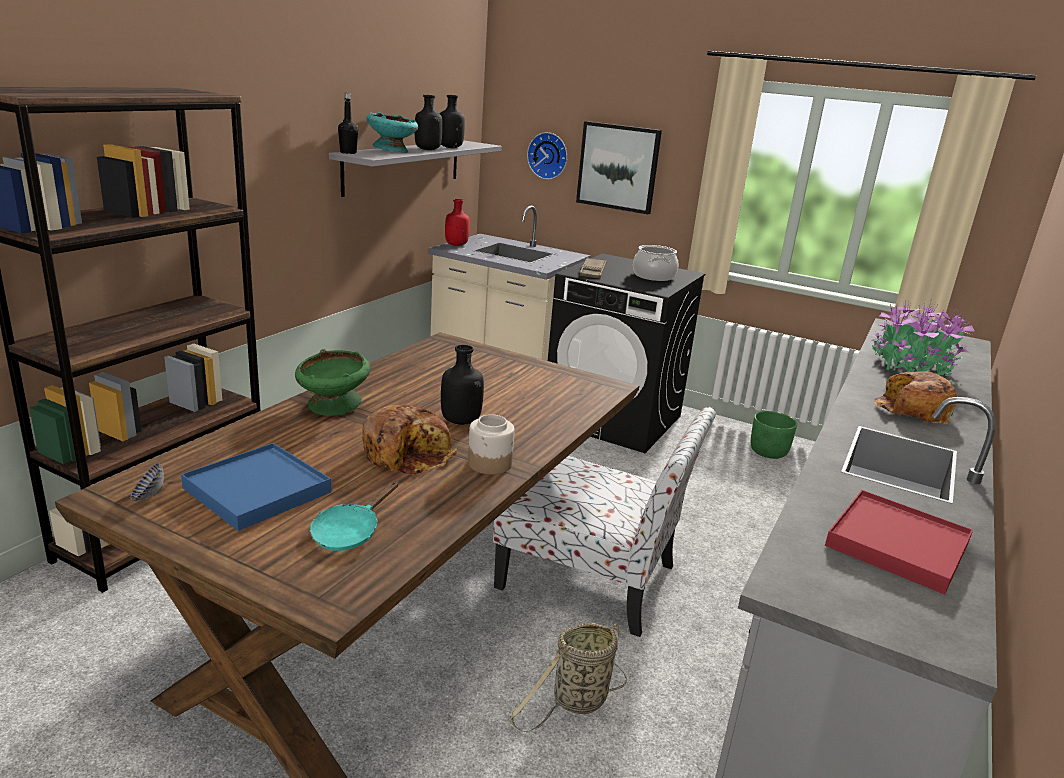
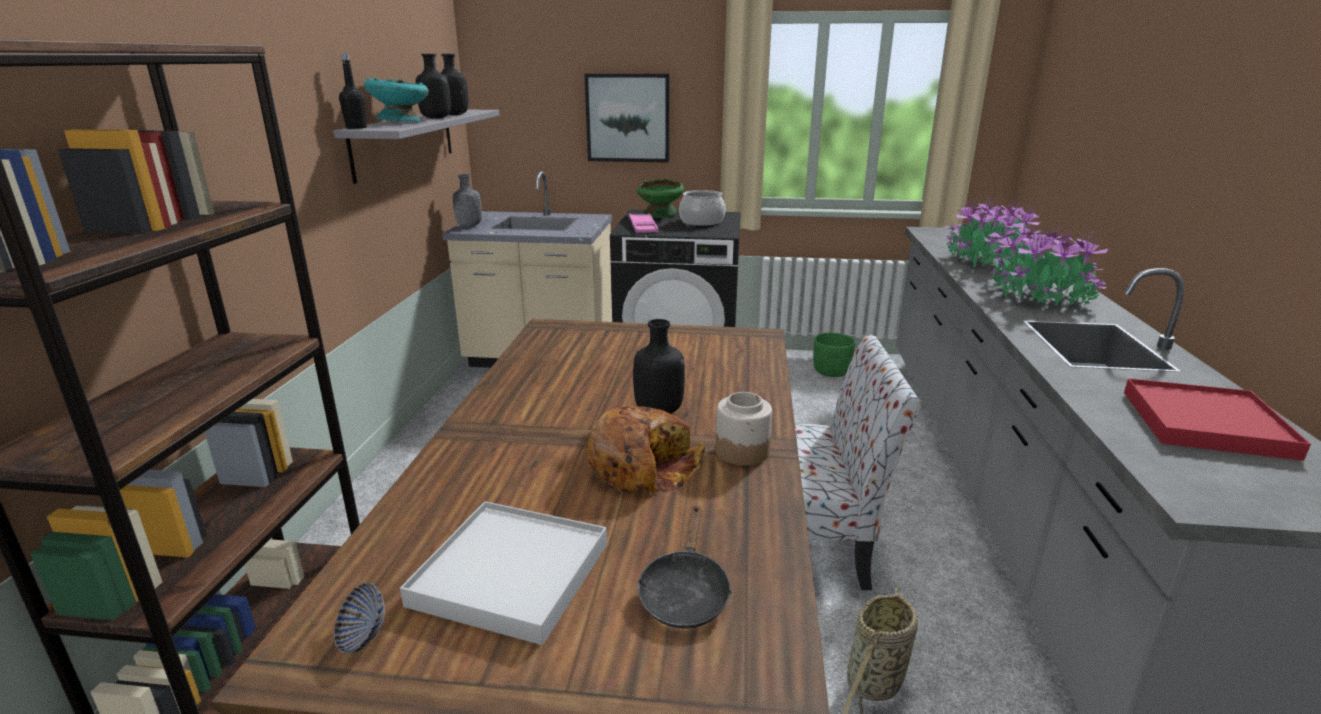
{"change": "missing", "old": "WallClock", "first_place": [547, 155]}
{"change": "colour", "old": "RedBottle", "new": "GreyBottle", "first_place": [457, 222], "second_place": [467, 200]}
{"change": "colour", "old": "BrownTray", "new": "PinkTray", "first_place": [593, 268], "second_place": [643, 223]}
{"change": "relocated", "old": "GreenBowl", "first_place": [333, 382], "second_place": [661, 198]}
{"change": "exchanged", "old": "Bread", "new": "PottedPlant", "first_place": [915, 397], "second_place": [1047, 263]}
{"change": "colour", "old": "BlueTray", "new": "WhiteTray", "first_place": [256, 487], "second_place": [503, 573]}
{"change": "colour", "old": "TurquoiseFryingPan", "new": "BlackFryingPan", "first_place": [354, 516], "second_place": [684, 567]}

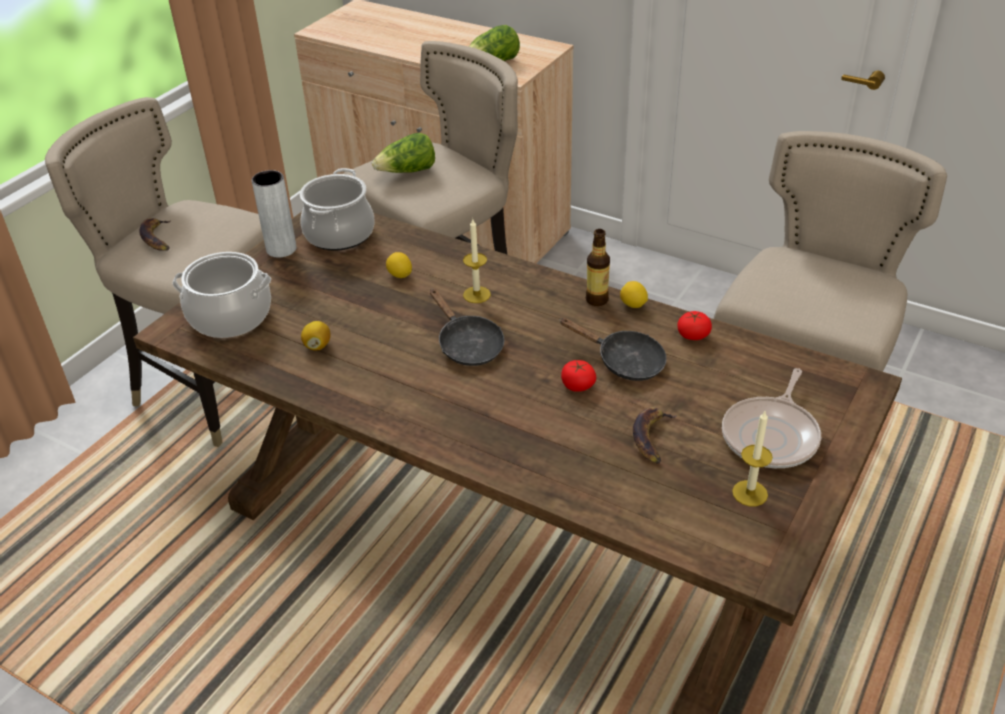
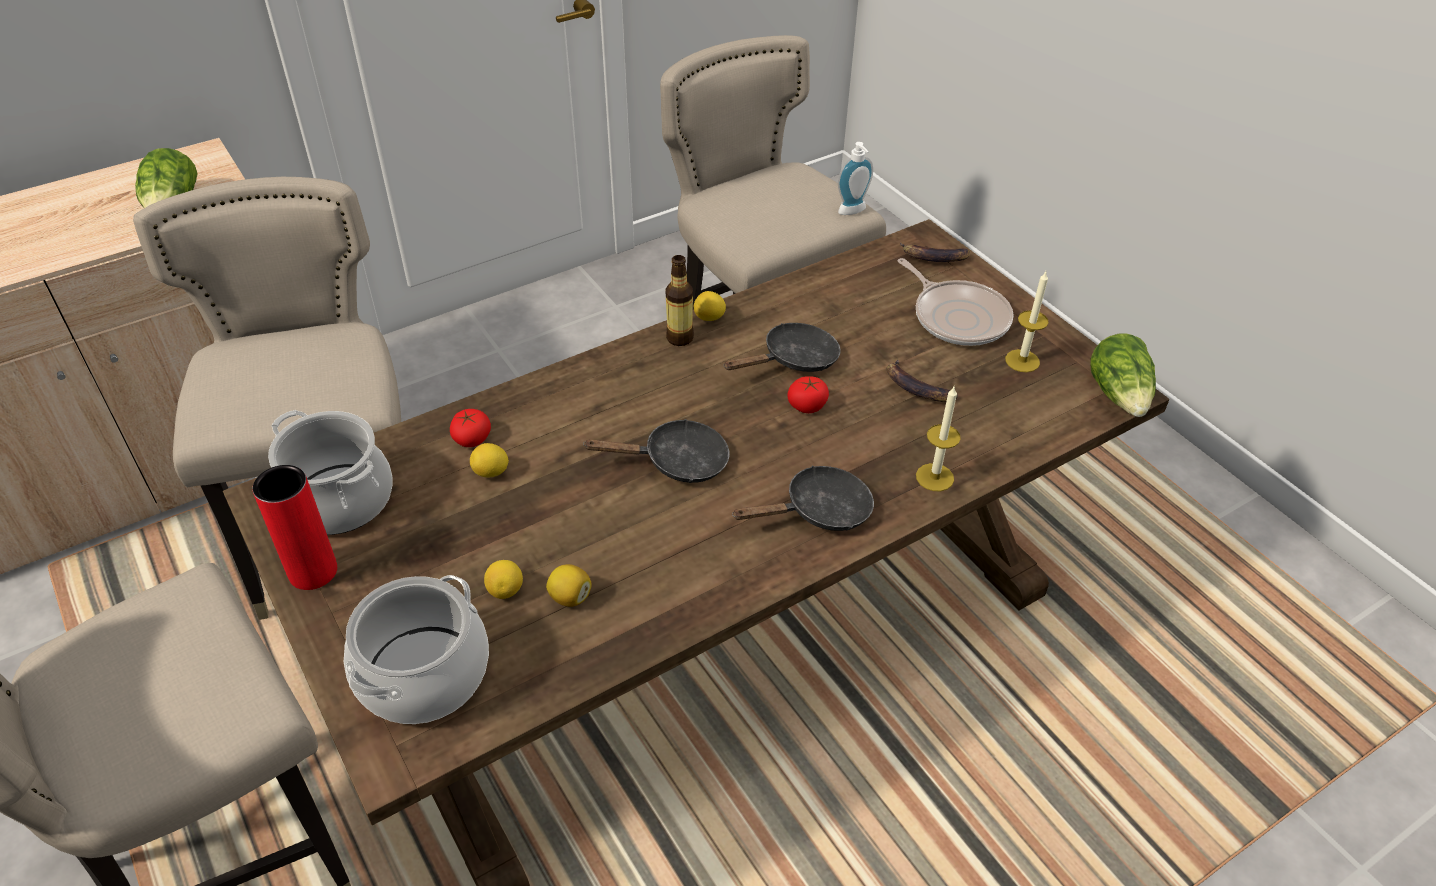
{"change": "relocated", "old": "Lettuce", "first_place": [403, 153], "second_place": [1123, 375]}
{"change": "colour", "old": "GreyVase", "new": "RedVase", "first_place": [274, 214], "second_place": [294, 527]}
{"change": "relocated", "old": "Banana", "first_place": [155, 234], "second_place": [935, 252]}
{"change": "relocated", "old": "Candle", "first_place": [477, 261], "second_place": [938, 439]}
{"change": "relocated", "old": "Tomato", "first_place": [694, 325], "second_place": [470, 428]}
{"change": "appeared", "new": "SoapDispenser", "second_place": [855, 178]}
{"change": "appeared", "new": "BlackFryingPan", "second_place": [803, 498]}
{"change": "appeared", "new": "Lemon", "second_place": [503, 579]}

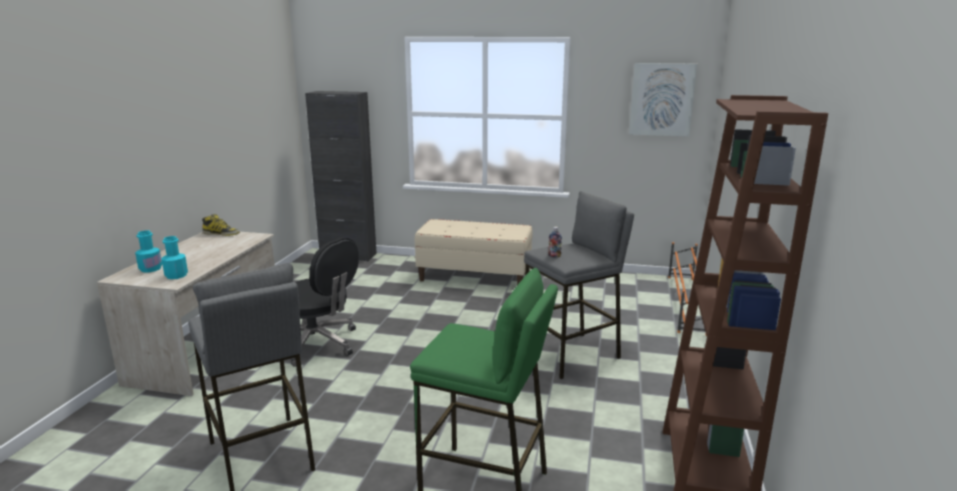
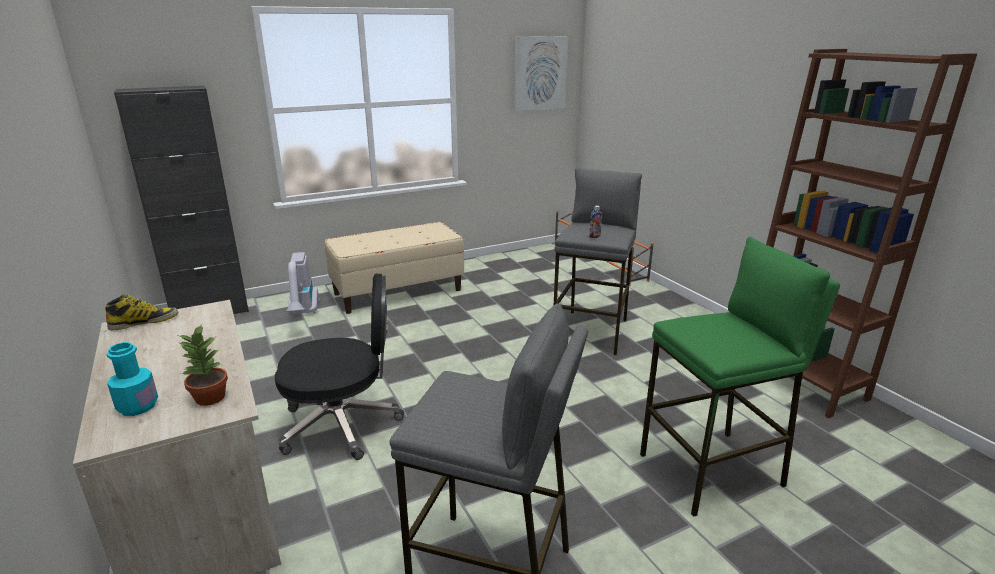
{"change": "exchanged", "old": "TurquoiseBottle", "new": "PottedPlant", "first_place": [174, 257], "second_place": [203, 365]}
{"change": "appeared", "new": "VacuumCleaner", "second_place": [302, 283]}

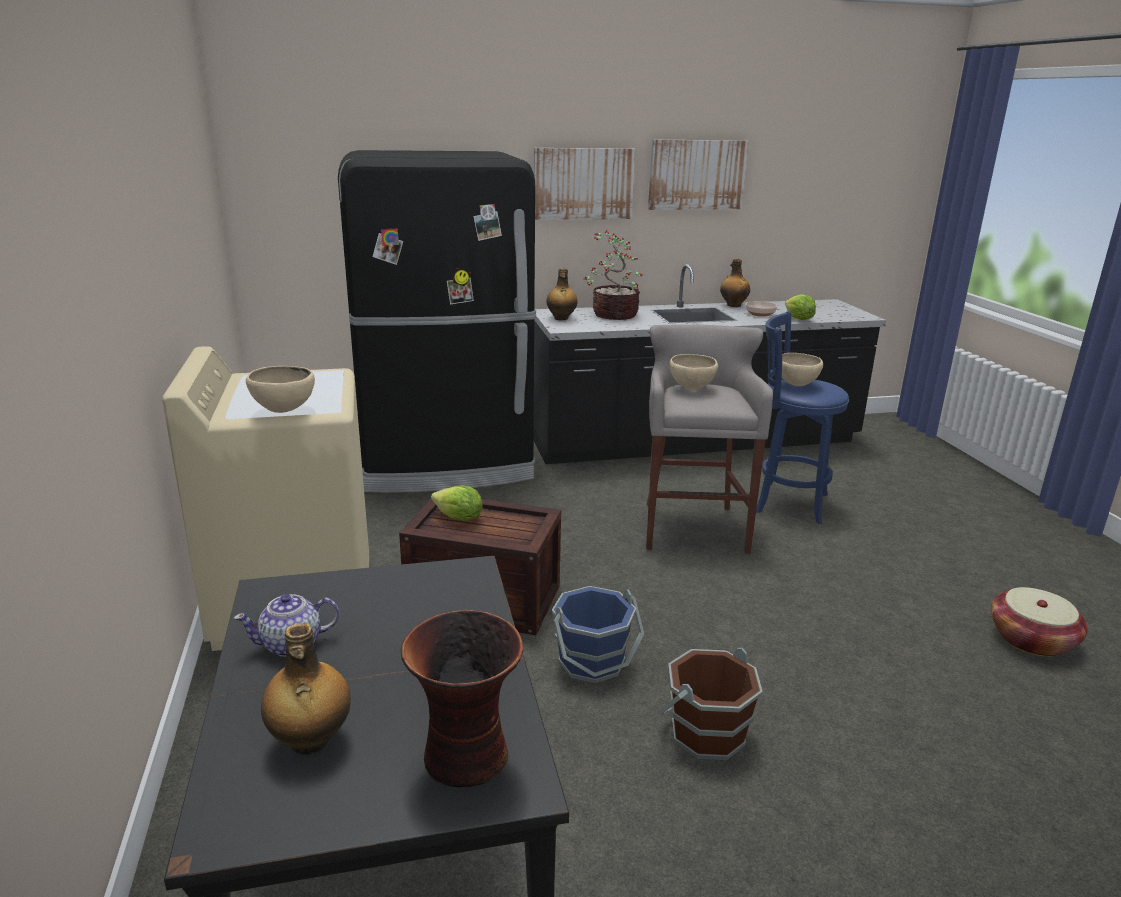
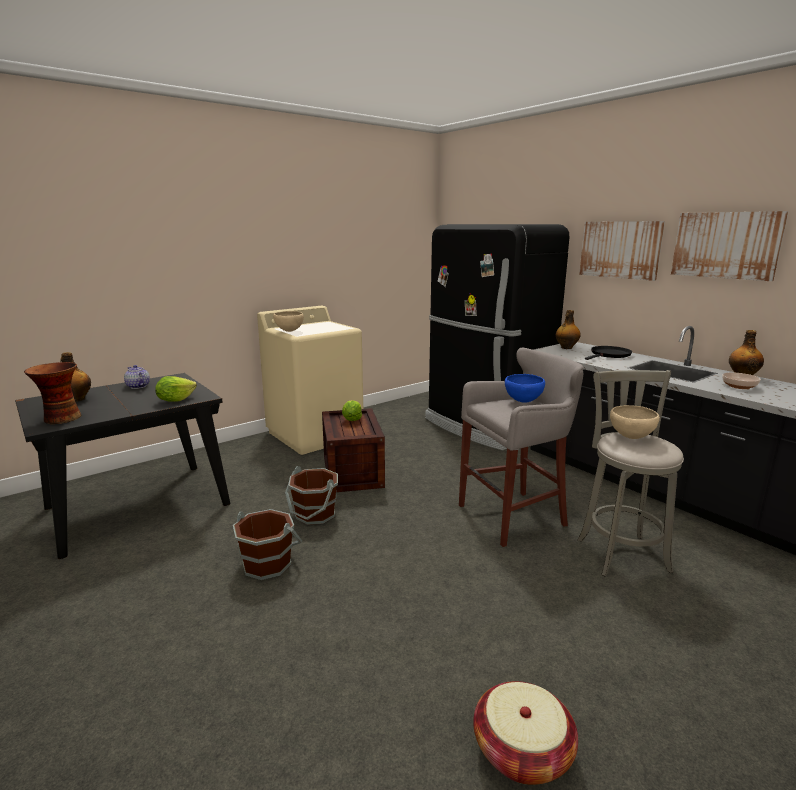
{"change": "exchanged", "old": "PottedPlant", "new": "BlackFryingPan", "first_place": [613, 275], "second_place": [608, 353]}
{"change": "relocated", "old": "Lettuce", "first_place": [800, 307], "second_place": [176, 389]}
{"change": "colour", "old": "BlueStool", "new": "GreyStool", "first_place": [802, 417], "second_place": [630, 473]}
{"change": "colour", "old": "BeigeBowl", "new": "BlueBowl", "first_place": [694, 372], "second_place": [525, 388]}
{"change": "colour", "old": "BlueBucket", "new": "BrownBucket", "first_place": [598, 634], "second_place": [311, 495]}

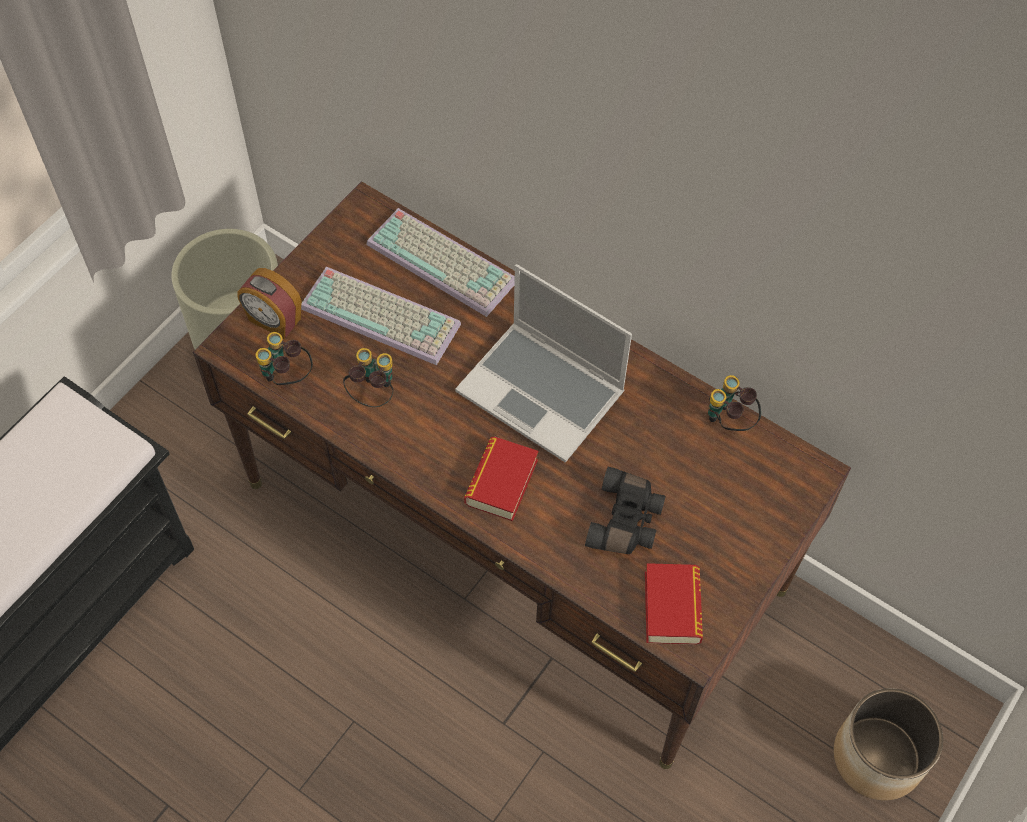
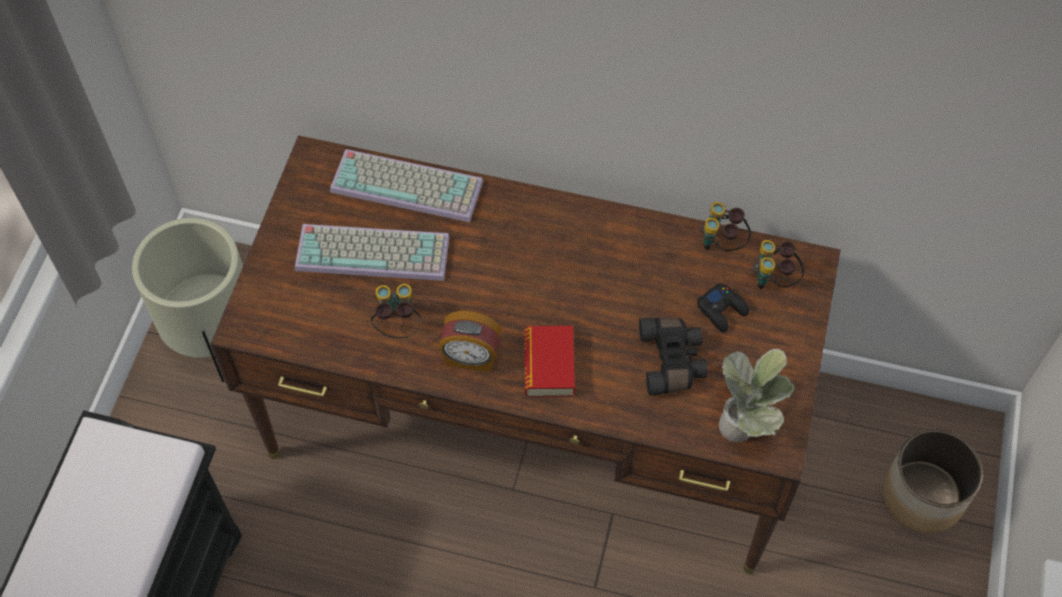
{"change": "missing", "old": "Laptop", "first_place": [543, 363]}
{"change": "relocated", "old": "AlarmClock", "first_place": [269, 303], "second_place": [469, 341]}
{"change": "relocated", "old": "Binoculars", "first_place": [284, 358], "second_place": [777, 264]}
{"change": "exchanged", "old": "Book", "new": "PottedPlant", "first_place": [674, 604], "second_place": [756, 395]}
{"change": "appeared", "new": "BlackGameController", "second_place": [723, 307]}

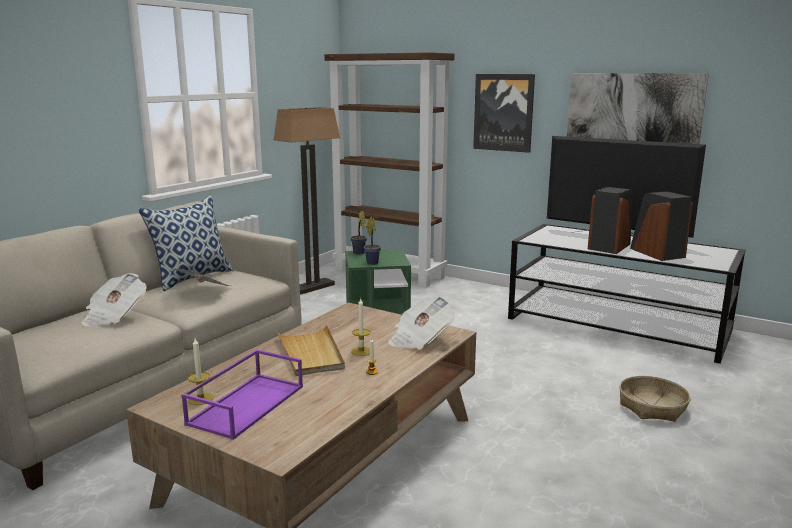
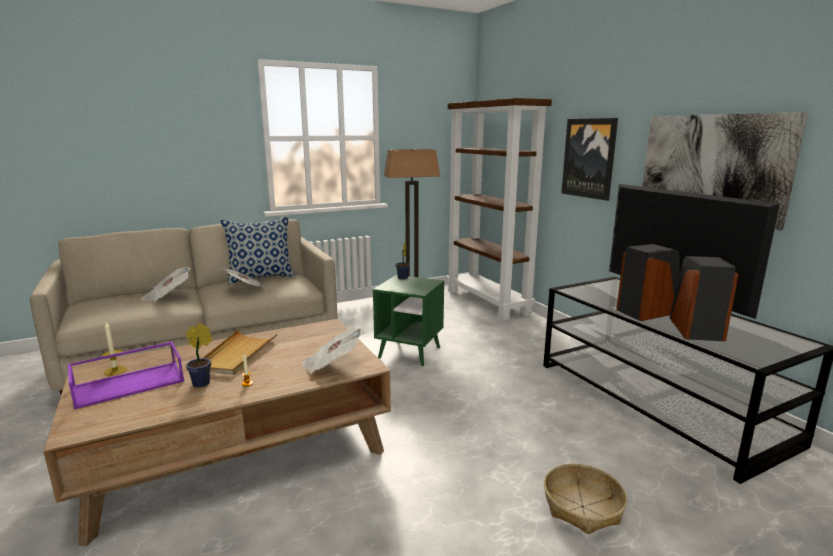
{"change": "relocated", "old": "PottedPlant", "first_place": [372, 241], "second_place": [199, 355]}
{"change": "missing", "old": "Candle", "first_place": [360, 327]}

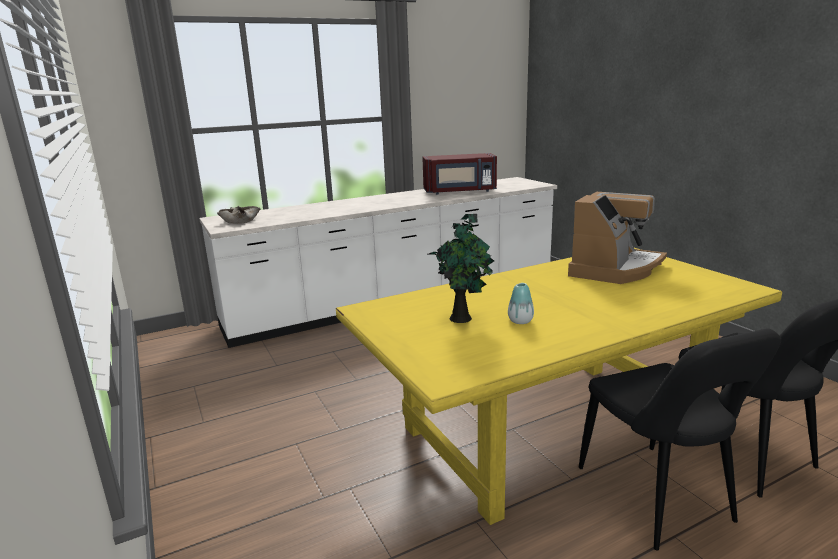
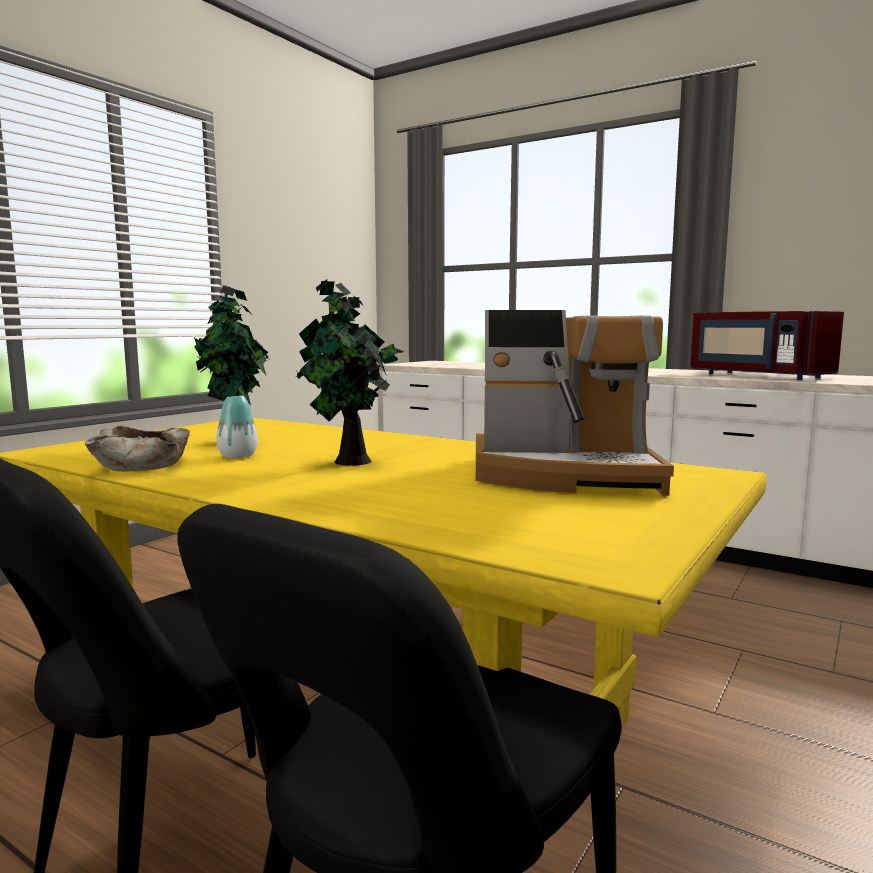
{"change": "relocated", "old": "BeigeBowl", "first_place": [239, 215], "second_place": [137, 448]}
{"change": "appeared", "new": "PottedPlant", "second_place": [350, 372]}

